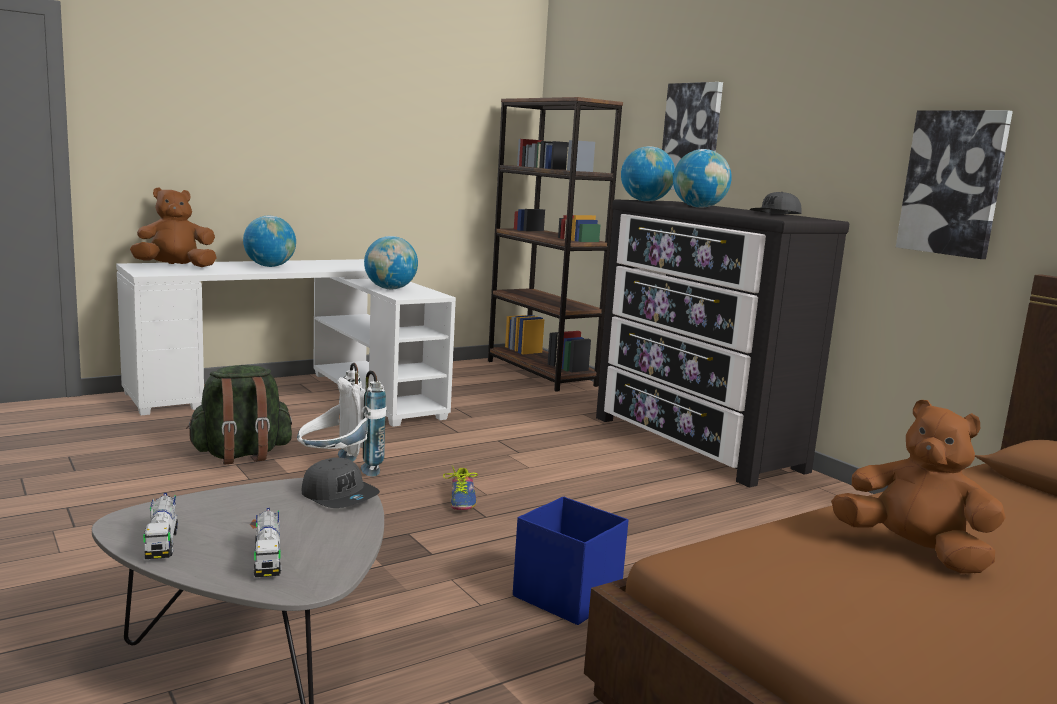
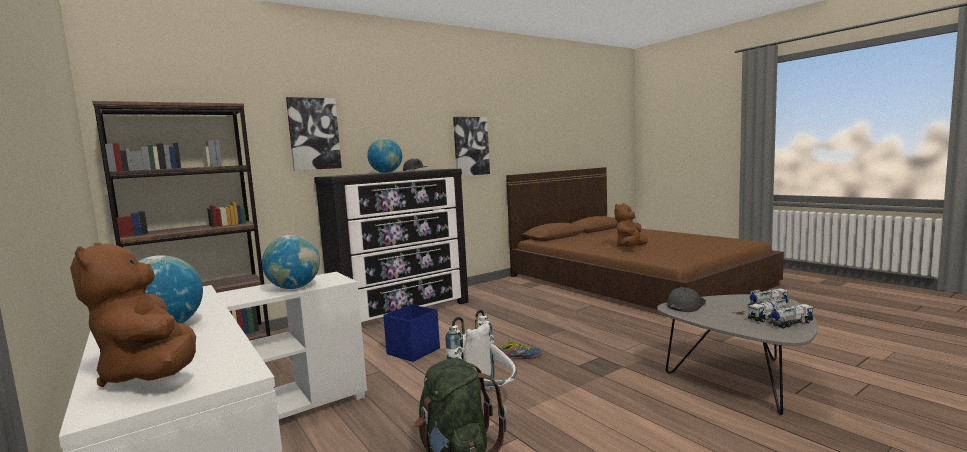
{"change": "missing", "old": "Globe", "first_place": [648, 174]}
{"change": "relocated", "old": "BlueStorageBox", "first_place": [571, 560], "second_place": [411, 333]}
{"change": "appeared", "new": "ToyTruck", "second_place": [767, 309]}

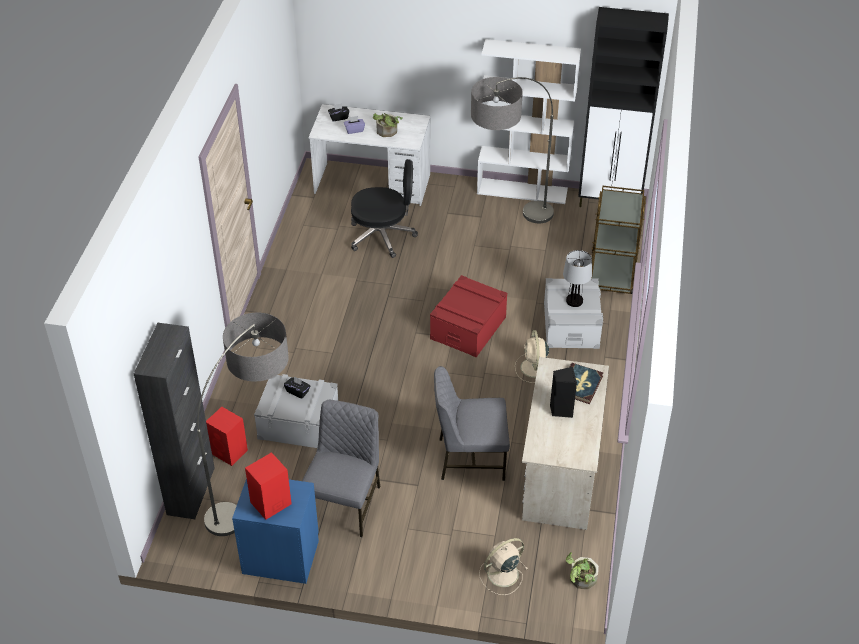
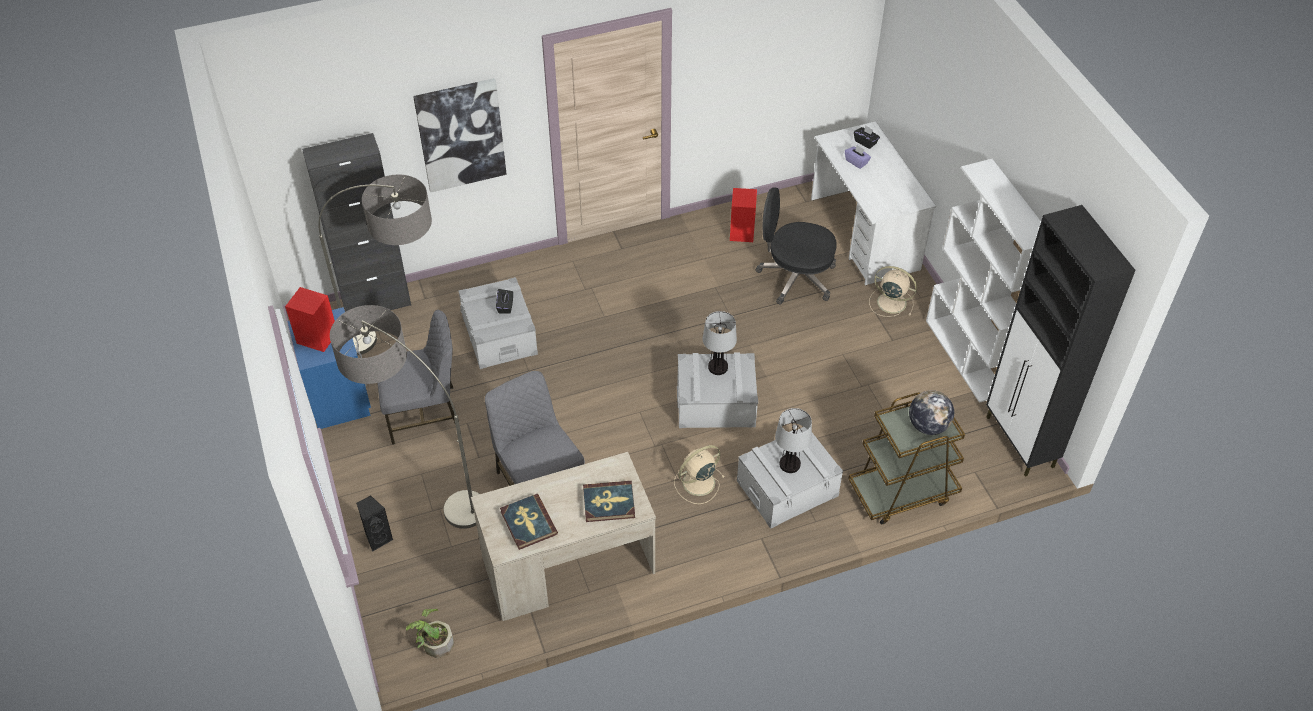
{"change": "relocated", "old": "FloorLamp", "first_place": [512, 150], "second_place": [405, 417]}
{"change": "missing", "old": "PottedPlant", "first_place": [388, 125]}
{"change": "spun", "old": "BlackOfficeChair", "first_place": [384, 208], "second_place": [795, 245], "degrees": 135}
{"change": "colour", "old": "RedStorageBox", "new": "GreyStorageBox", "first_place": [468, 316], "second_place": [717, 390]}
{"change": "relocated", "old": "BlackSpeaker", "first_place": [563, 392], "second_place": [375, 523]}
{"change": "relocated", "old": "RedSpeaker", "first_place": [227, 436], "second_place": [743, 215]}
{"change": "relocated", "old": "BeigeFan", "first_place": [503, 566], "second_place": [893, 291]}
{"change": "appeared", "new": "Picture", "second_place": [460, 135]}
{"change": "appeared", "new": "TableLamp", "second_place": [720, 343]}
{"change": "appeared", "new": "Globe", "second_place": [931, 412]}
{"change": "appeared", "new": "Book", "second_place": [529, 522]}

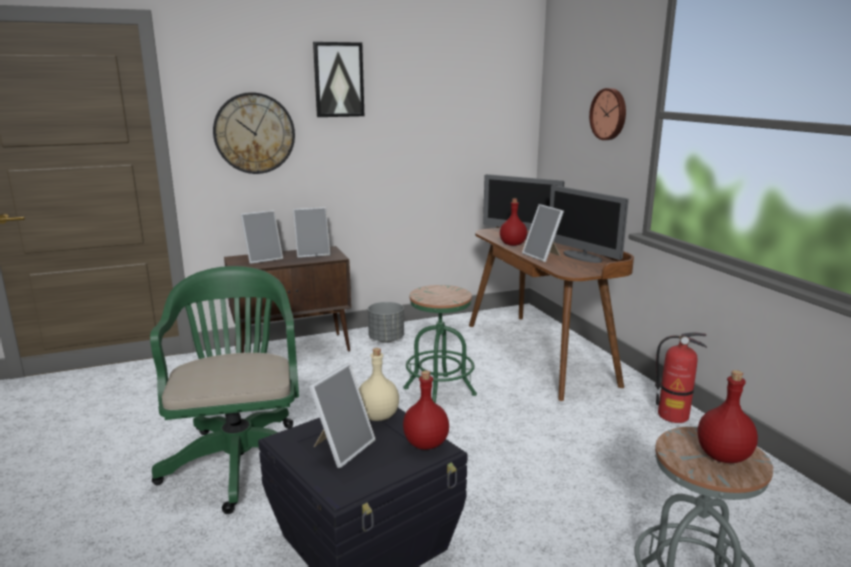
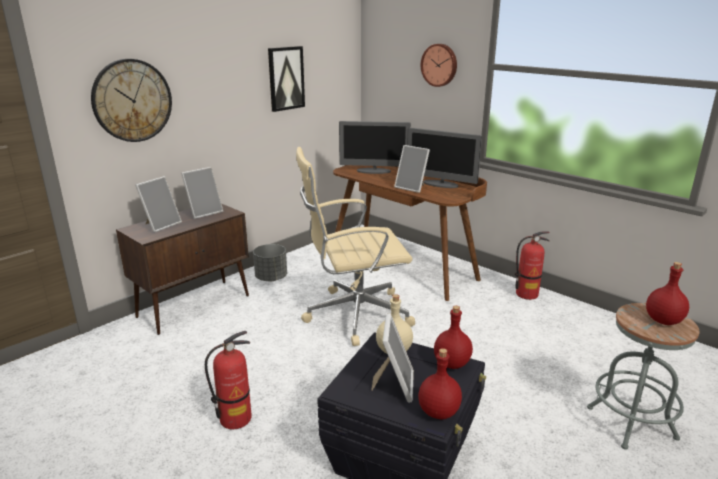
{"change": "relocated", "old": "Picture", "first_place": [338, 79], "second_place": [286, 79]}
{"change": "relocated", "old": "RedBottle", "first_place": [513, 222], "second_place": [440, 383]}
{"change": "exchanged", "old": "GreenOfficeChair", "new": "FireExtinguisher", "first_place": [224, 390], "second_place": [228, 380]}
{"change": "exchanged", "old": "GreenStool", "new": "BeigeOfficeChair", "first_place": [440, 344], "second_place": [355, 246]}

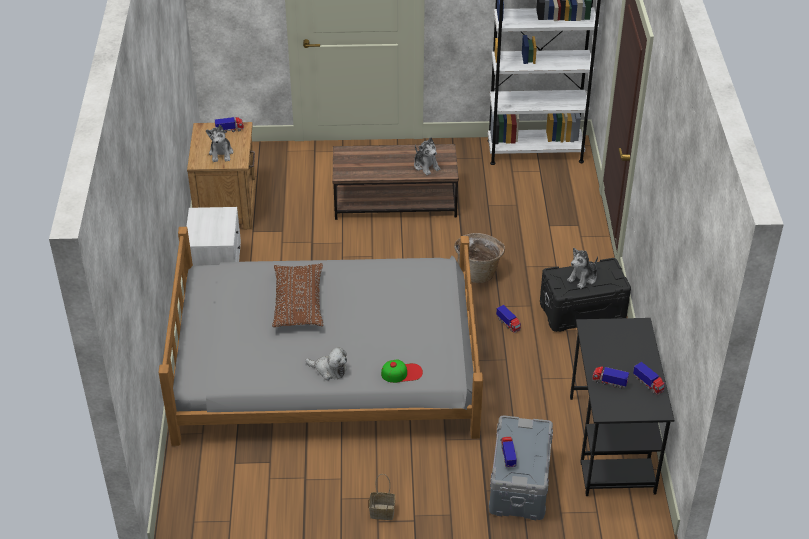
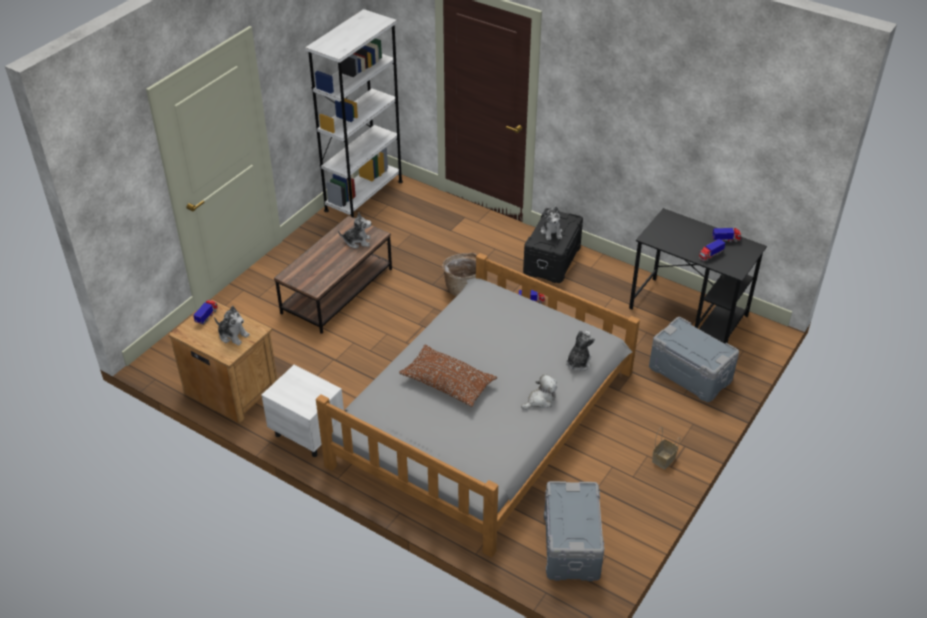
{"change": "exchanged", "old": "Cap", "new": "PlushToy", "first_place": [402, 371], "second_place": [580, 350]}
{"change": "missing", "old": "ToyTruck", "first_place": [509, 452]}
{"change": "appeared", "new": "GreyStorageBox", "second_place": [574, 531]}

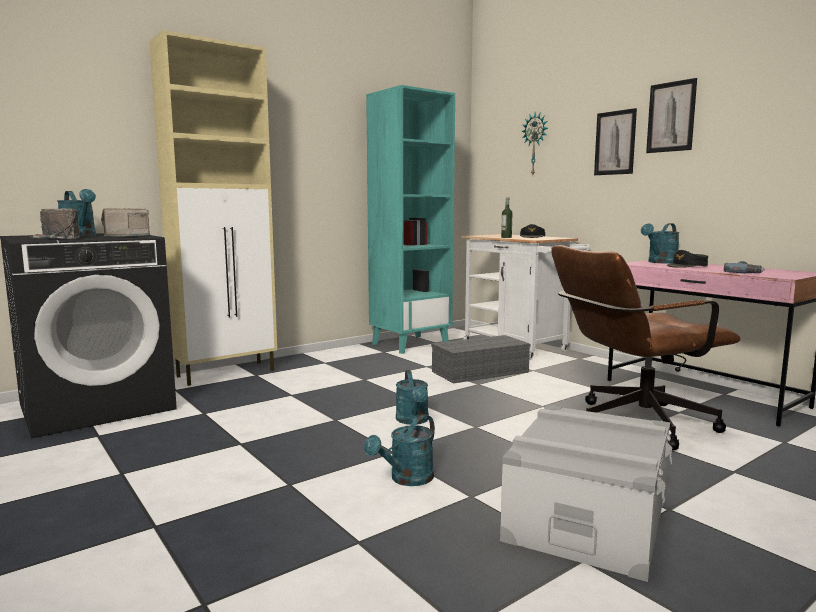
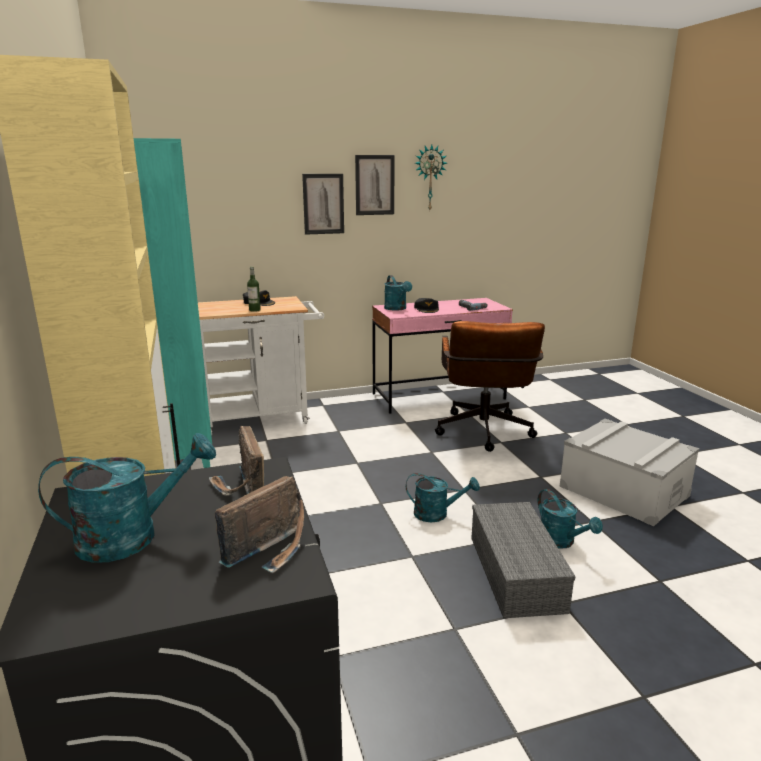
{"change": "relocated", "old": "WallClock", "first_place": [534, 143], "second_place": [431, 177]}
{"change": "relocated", "old": "GreyStorageBox", "first_place": [481, 359], "second_place": [523, 560]}

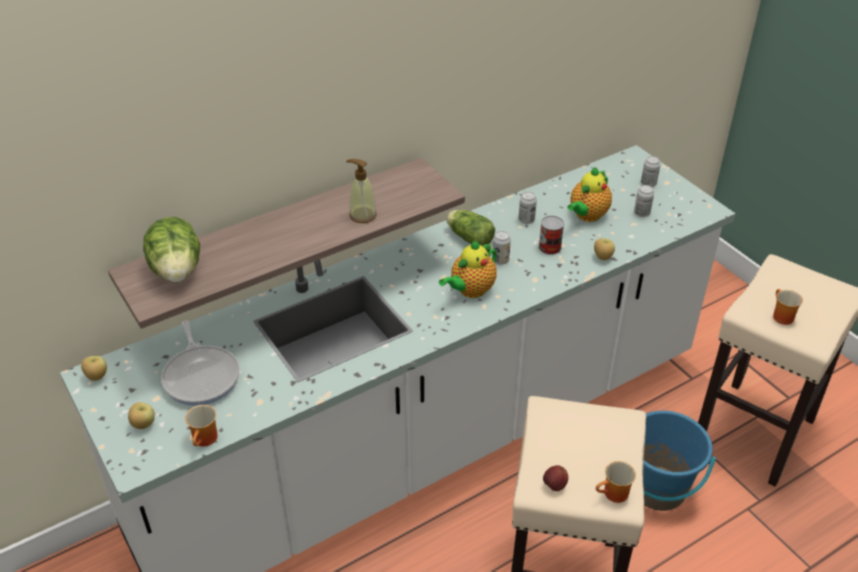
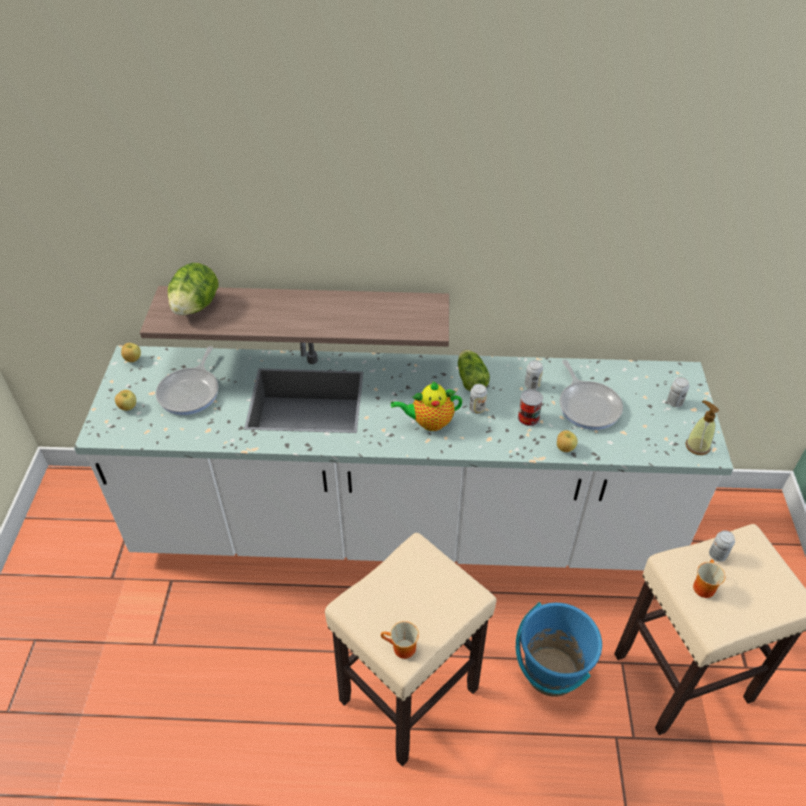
{"change": "relocated", "old": "SoapDispenser", "first_place": [361, 191], "second_place": [702, 427]}
{"change": "exchanged", "old": "Teapot", "new": "FryingPan", "first_place": [590, 194], "second_place": [591, 395]}
{"change": "relocated", "old": "Can", "first_place": [644, 201], "second_place": [722, 546]}
{"change": "missing", "old": "Mug", "first_place": [201, 426]}
{"change": "missing", "old": "Apple", "first_place": [555, 478]}

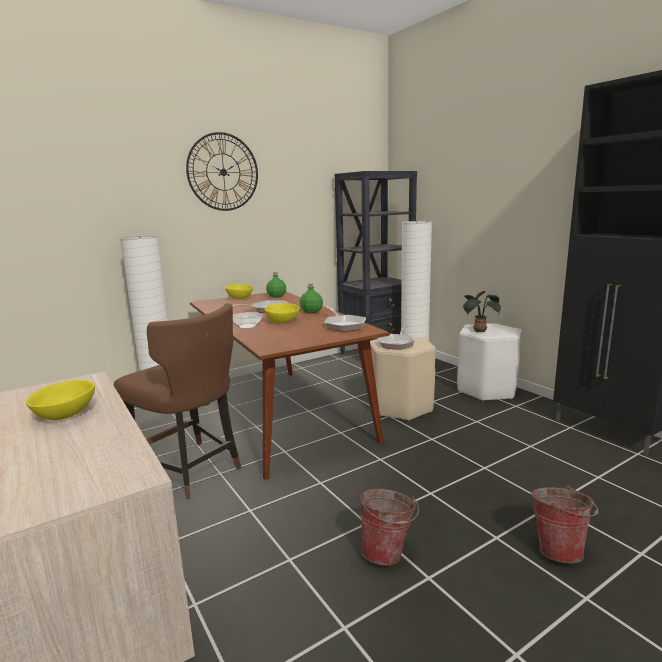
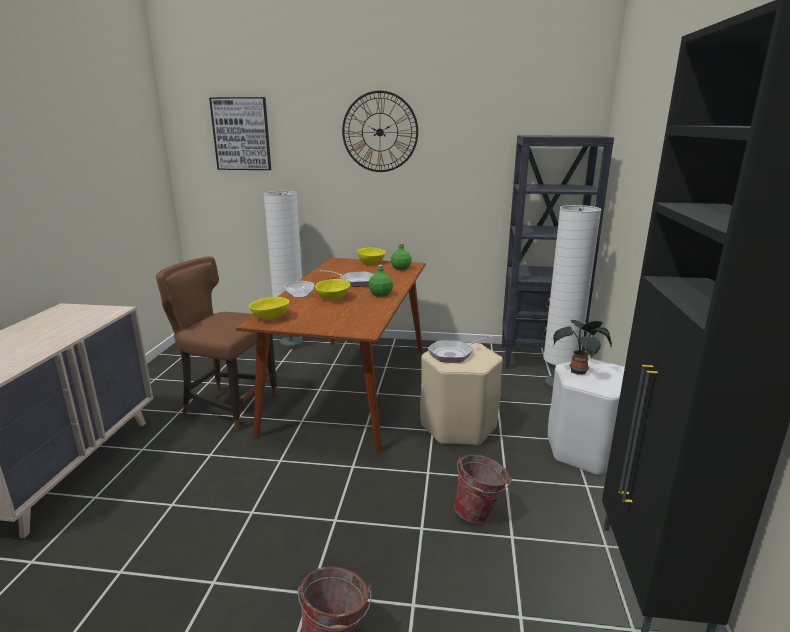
{"change": "spun", "old": "BrownChair", "first_place": [177, 401], "second_place": [216, 343], "degrees": 120}
{"change": "missing", "old": "FryingPan", "first_place": [345, 319]}
{"change": "relocated", "old": "YellowBowl", "first_place": [60, 400], "second_place": [269, 308]}
{"change": "relocated", "old": "Bucket", "first_place": [389, 527], "second_place": [483, 489]}
{"change": "appeared", "new": "Picture", "second_place": [240, 133]}

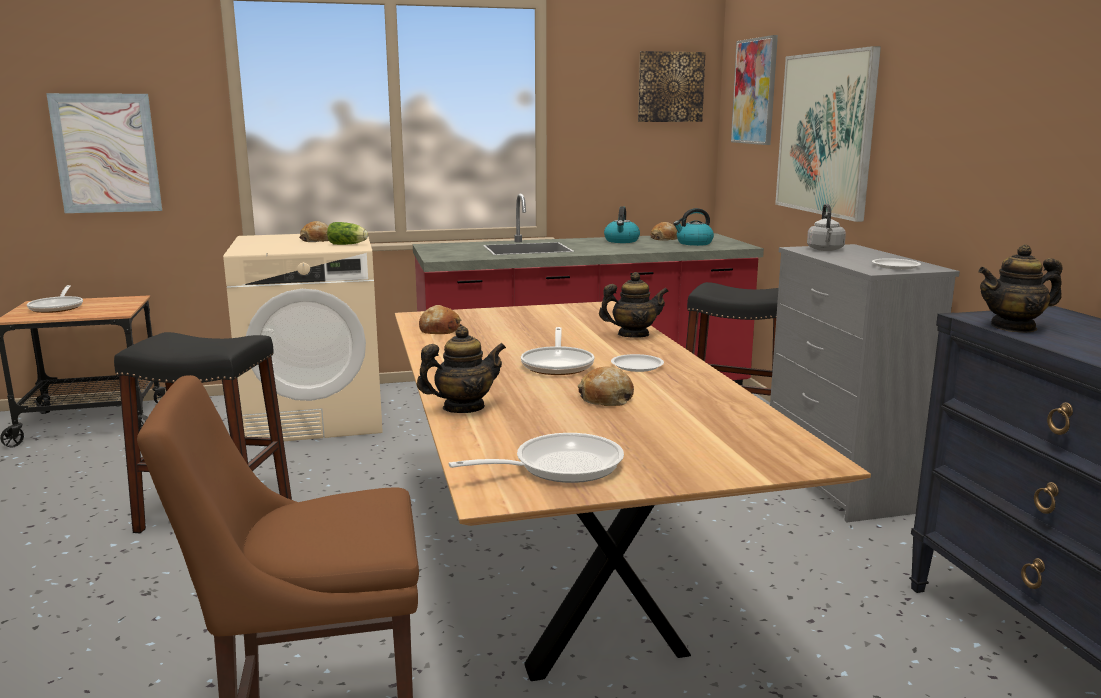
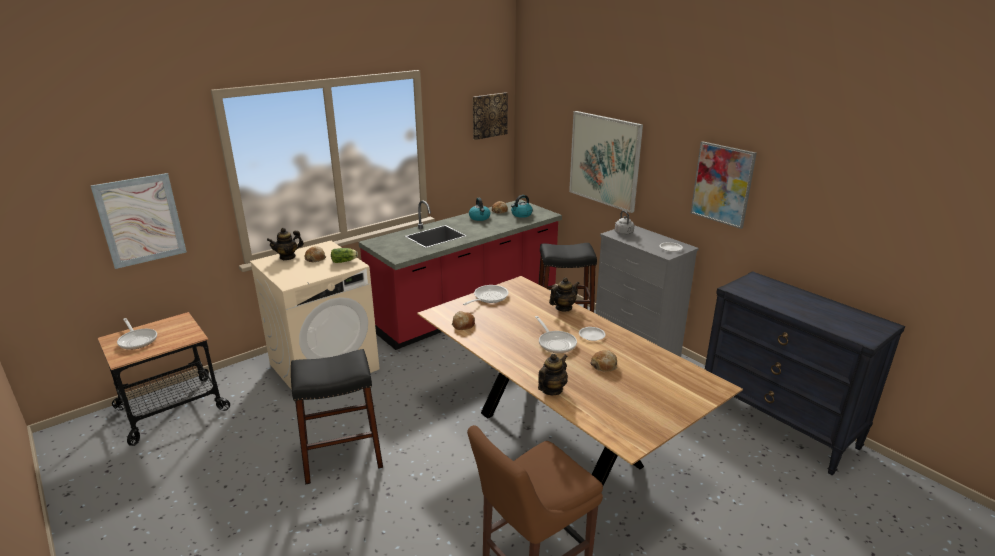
{"change": "relocated", "old": "Picture", "first_place": [754, 90], "second_place": [724, 185]}
{"change": "relocated", "old": "Teapot", "first_place": [1020, 288], "second_place": [285, 244]}
{"change": "relocated", "old": "FryingPan", "first_place": [536, 458], "second_place": [486, 295]}

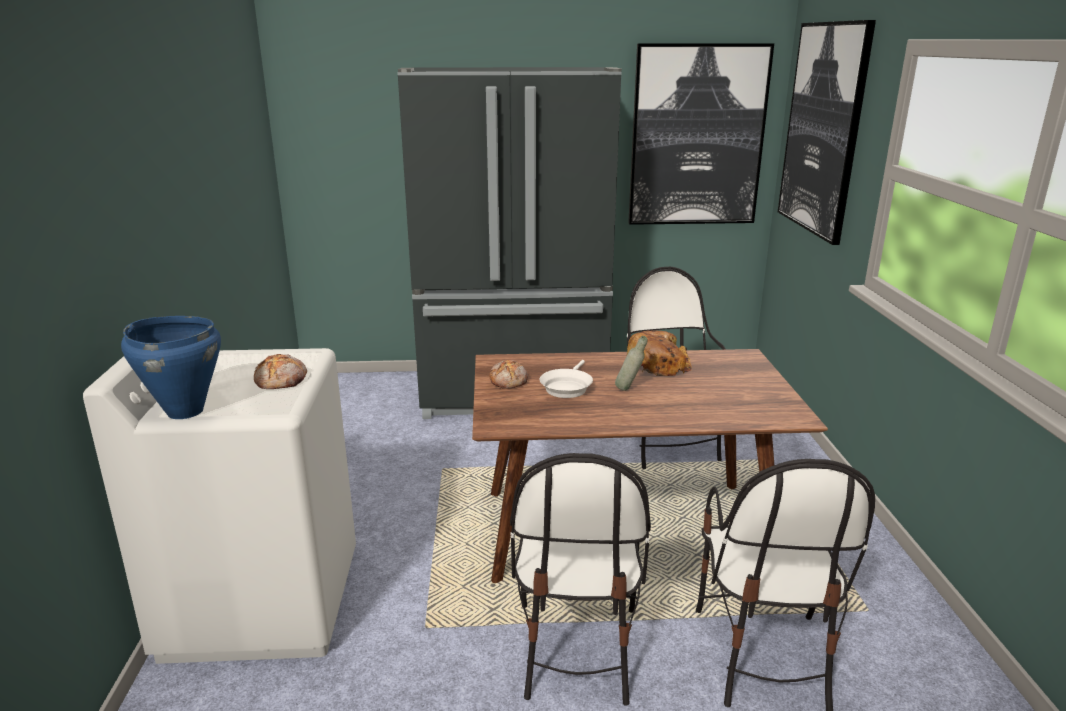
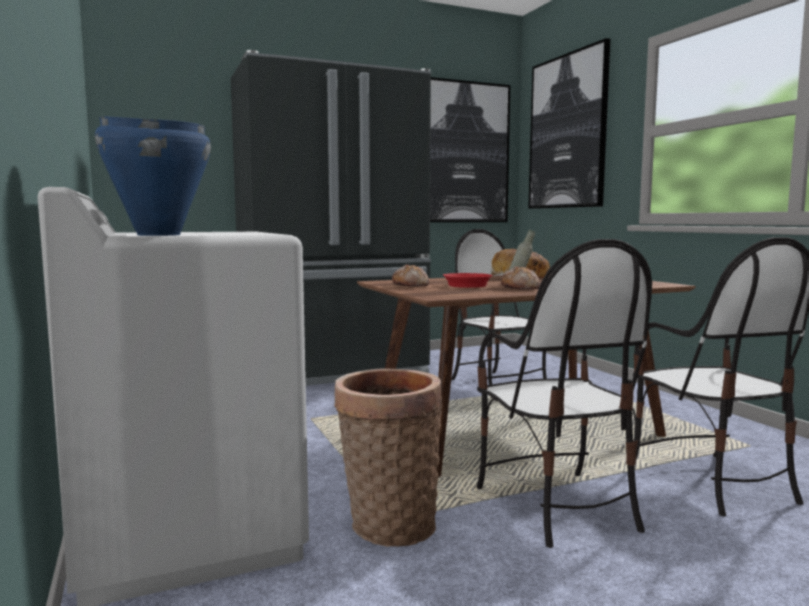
{"change": "relocated", "old": "Bread", "first_place": [280, 371], "second_place": [520, 278]}
{"change": "colour", "old": "WhiteFryingPan", "new": "RedFryingPan", "first_place": [566, 379], "second_place": [468, 280]}
{"change": "appeared", "new": "Basket", "second_place": [388, 458]}

